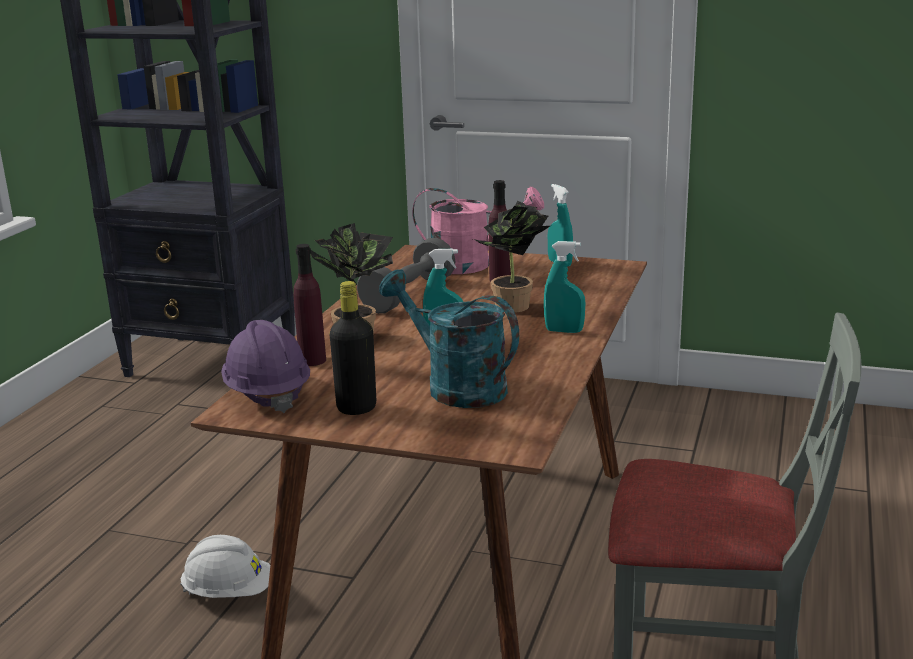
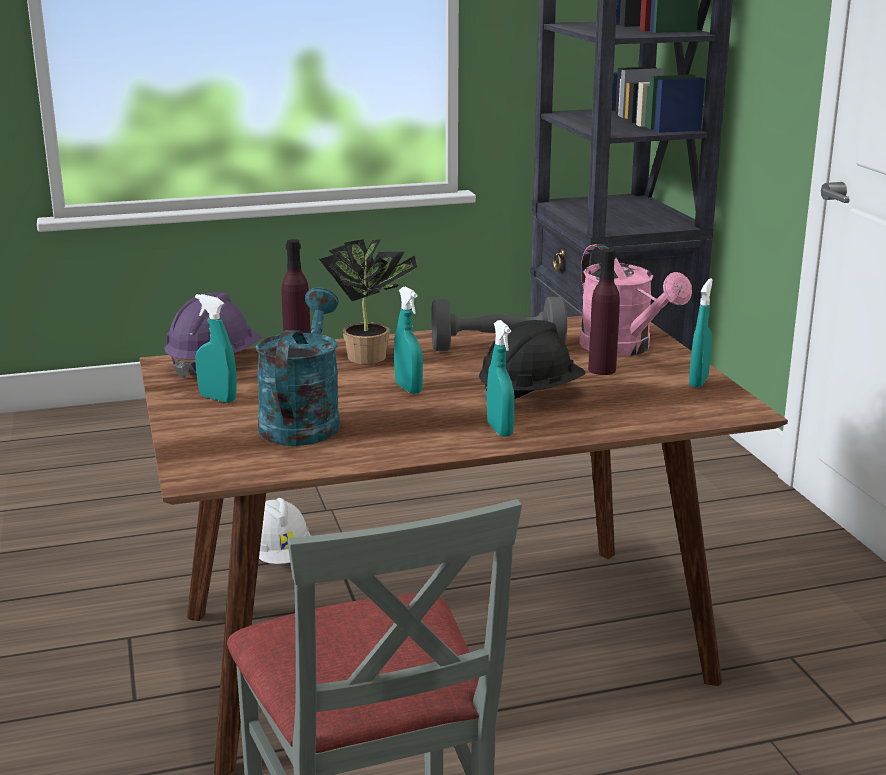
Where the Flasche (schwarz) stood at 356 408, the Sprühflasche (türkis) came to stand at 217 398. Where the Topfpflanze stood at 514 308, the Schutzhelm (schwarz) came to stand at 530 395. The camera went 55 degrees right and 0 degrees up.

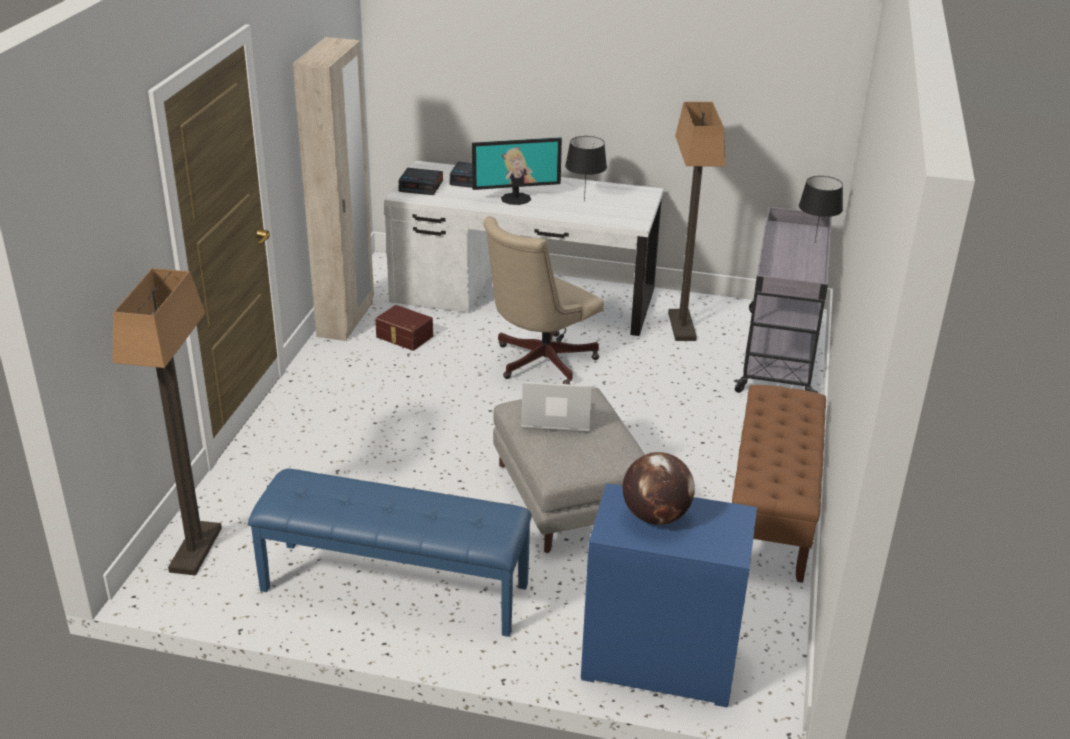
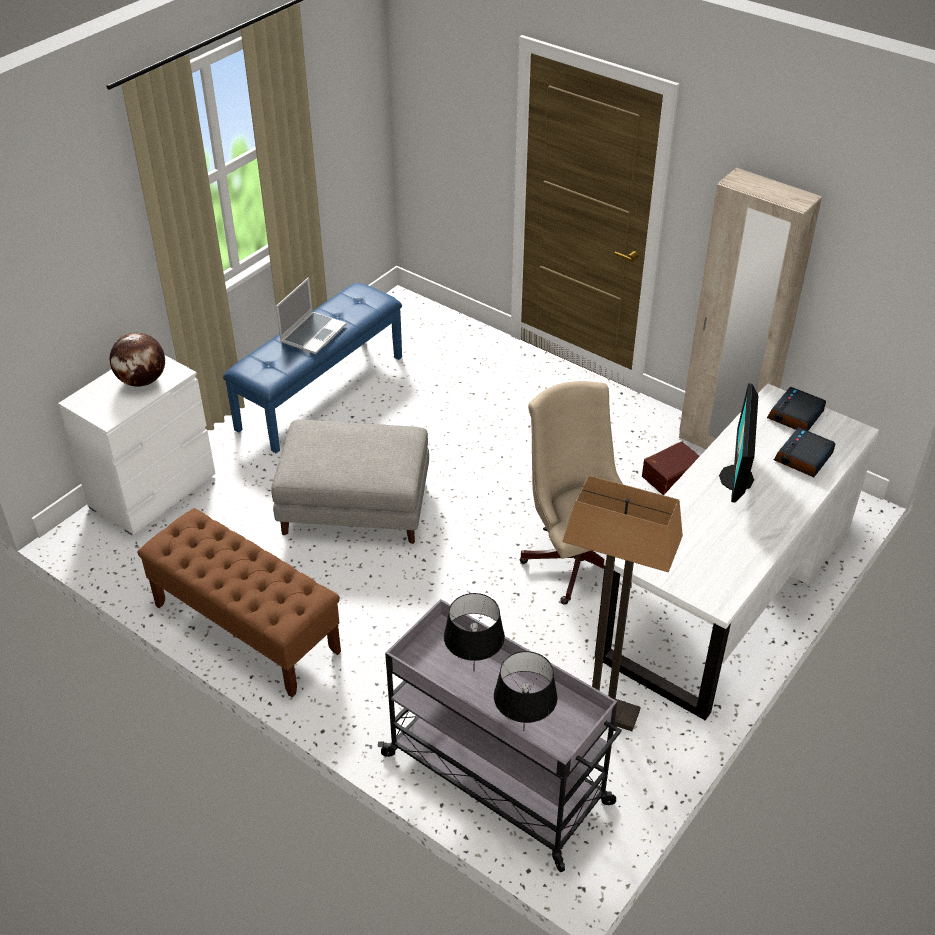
The second view lost the Stehlampe at 196 550. The Laptop ended up elsewhere, having gone from 555 417 to 313 333. The Tischlampe (schwarz) ended up elsewhere, having gone from 584 201 to 473 671. What was the Kommode (blau) at 658 661 turned into the Kommode (weiß) at 153 491. The camera went 115 degrees right and 10 degrees up.

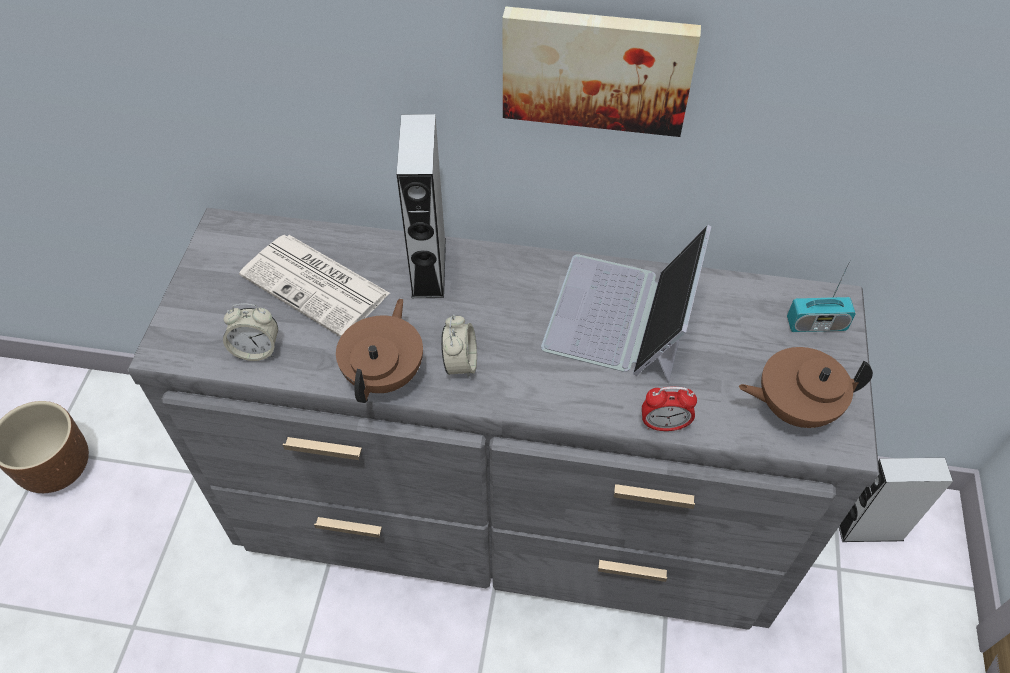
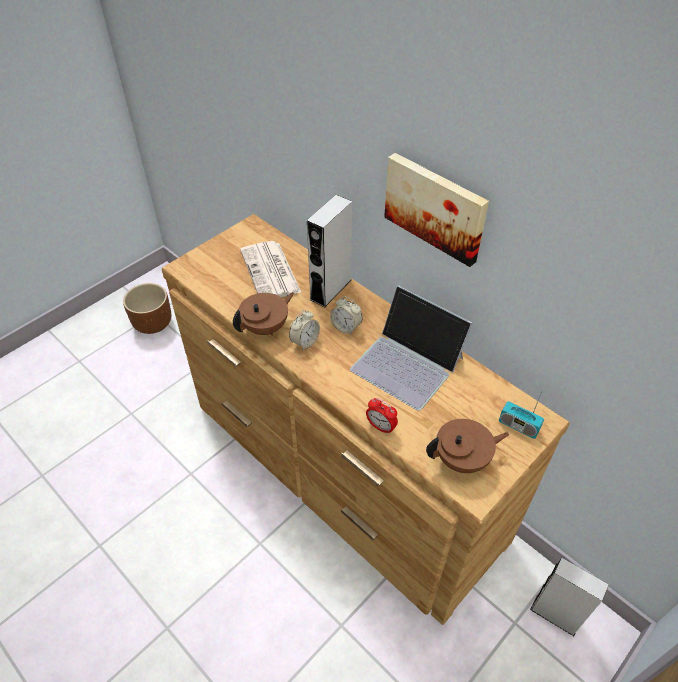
The Wecker ended up elsewhere, having gone from 257 349 to 346 327. What was the Kommode (grau) at 507 512 turned into the Kommode (braun) at 342 468. The Laptop at 622 317 ended up facing another way, 105 degrees counterclockwise from before. The Teekanne (braun) at 793 407 ended up facing another way, 135 degrees clockwise from before. The camera went 35 degrees right and 5 degrees down.

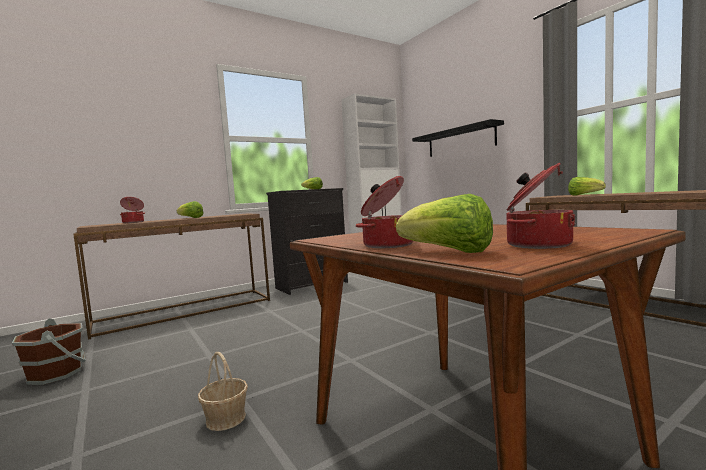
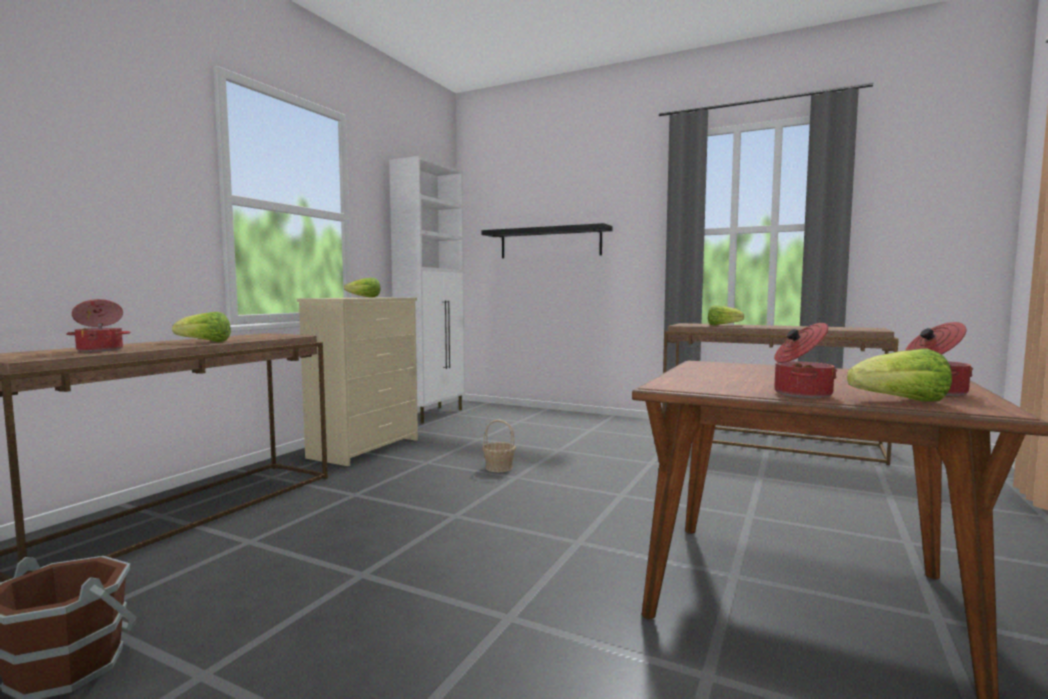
The Korb ended up elsewhere, having gone from 226 418 to 499 468. What was the Kommode (schwarz) at 312 285 turned into the Kommode (beige) at 366 448. The camera went 30 degrees left and 0 degrees up.

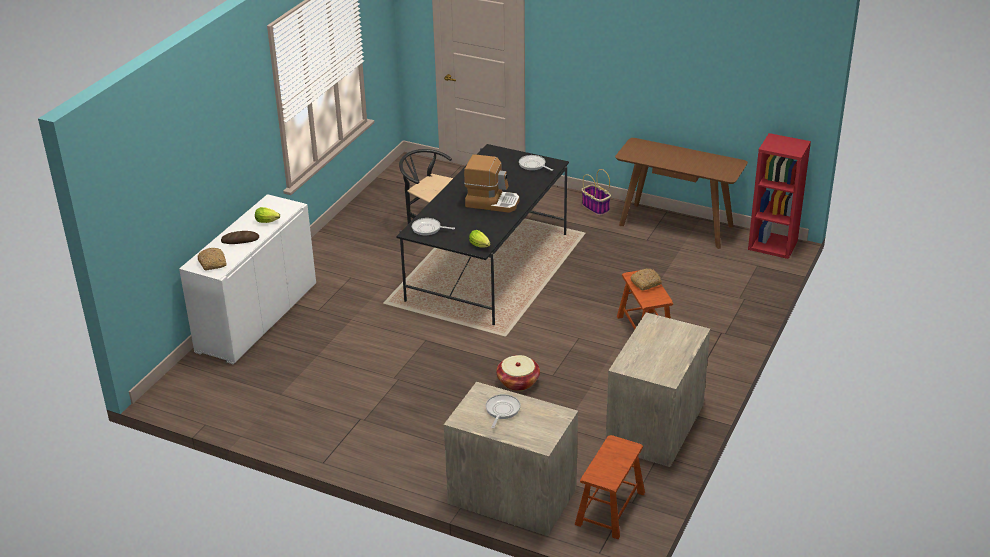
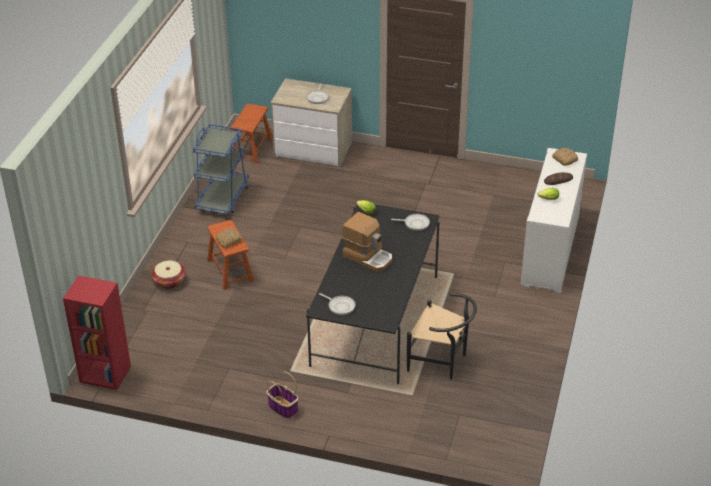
The second view lost the Konsolentisch (braun) at 676 225. The Korb ended up elsewhere, having gone from 518 382 to 169 281. Where the Kommode stood at 655 426, the Rollwagen (blau) came to stand at 223 198. The Kaffeemaschine at 492 202 ended up facing another way, 150 degrees counterclockwise from before. The camera went 170 degrees right and 5 degrees up.

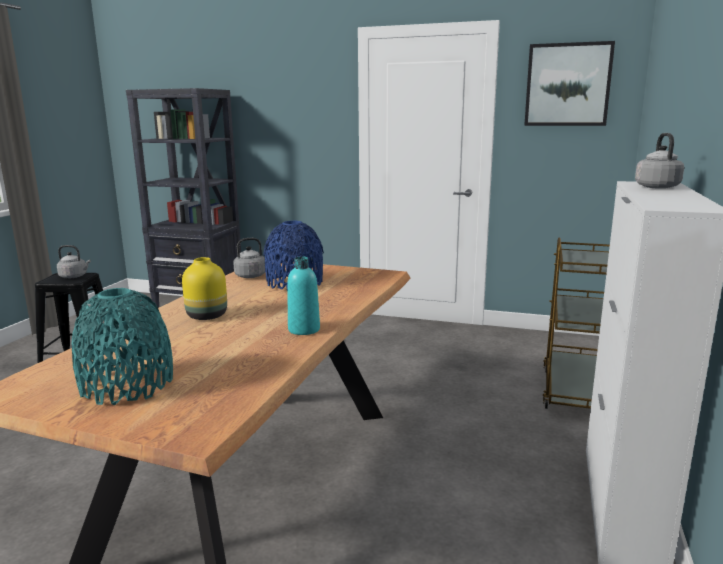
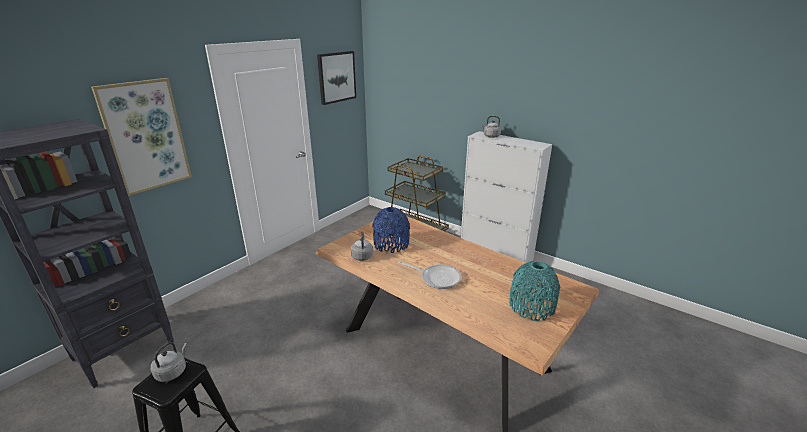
The second view lost the Flasche (türkis) at 304 329. The second view gained the Bild at 145 136. Where the Vase (gelb) stood at 208 315, the Pfanne came to stand at 437 278. The camera went 70 degrees left and 10 degrees up.

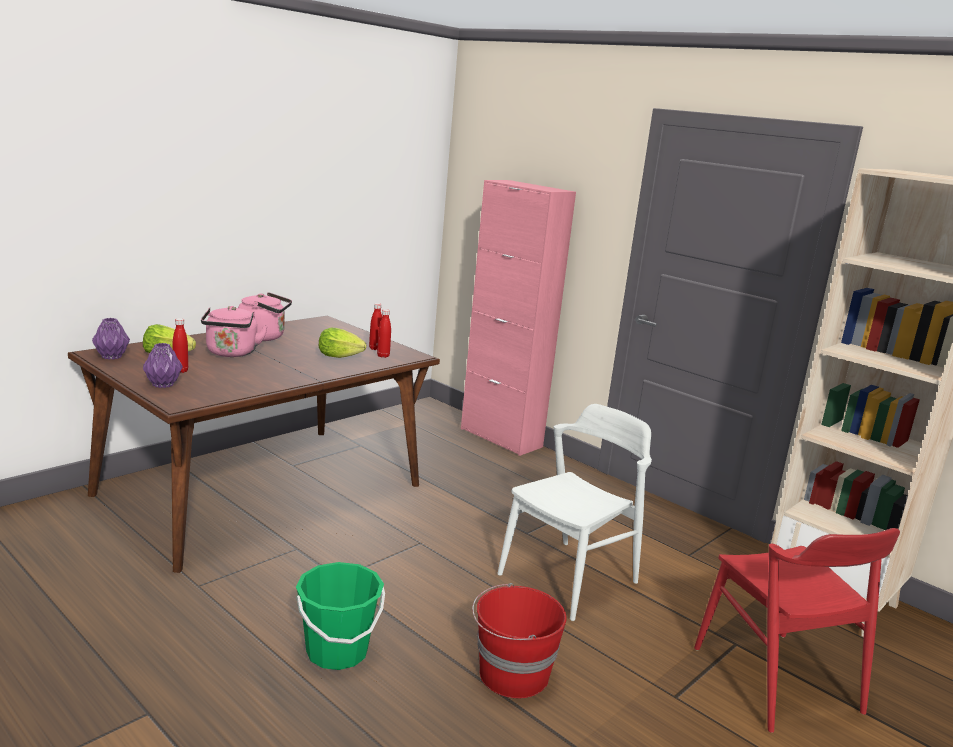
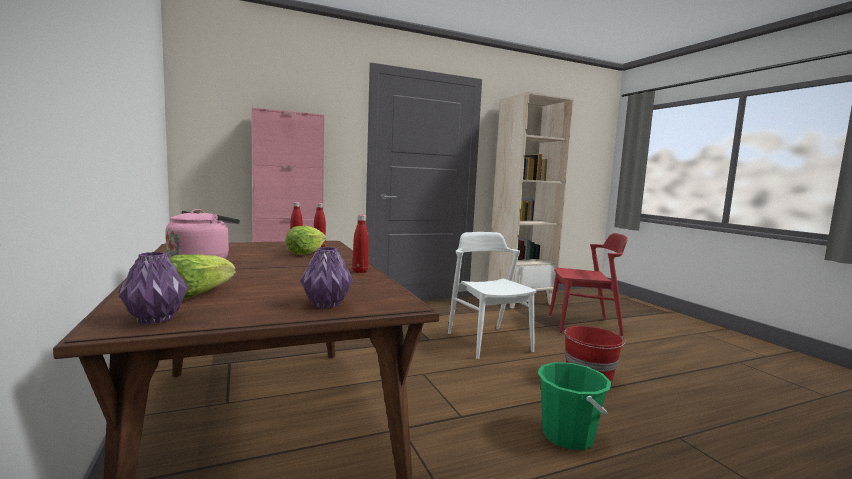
The second view lost the Wasserkessel (rosa) at 231 353. The Flasche (rot) ended up elsewhere, having gone from 180 371 to 360 271. The camera went 65 degrees left and 10 degrees down.

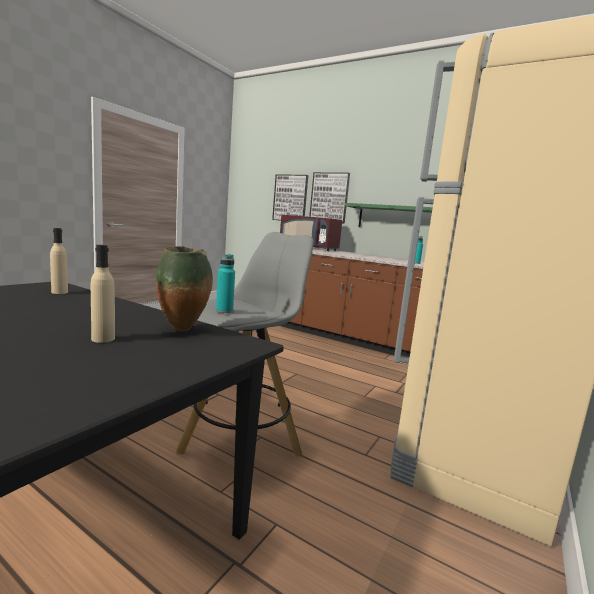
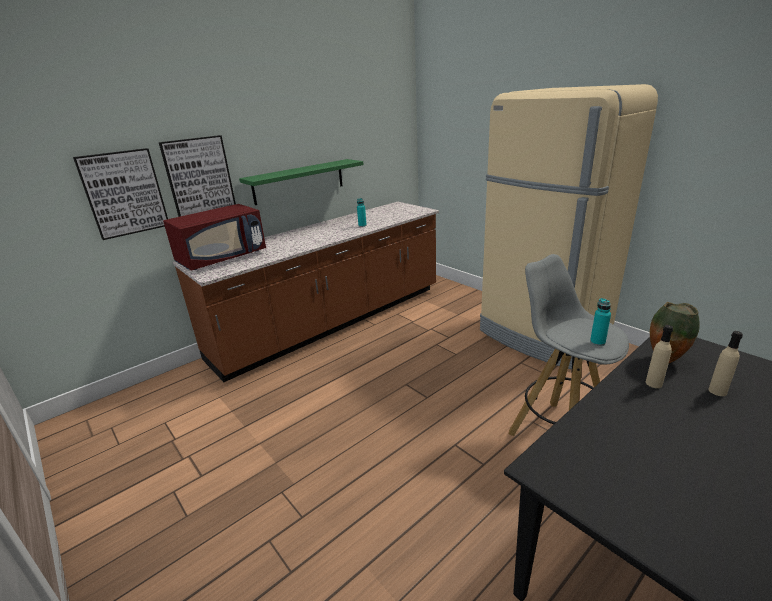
The Flasche (beige) ended up elsewhere, having gone from 59 292 to 653 383. The camera went 70 degrees left and 15 degrees up.

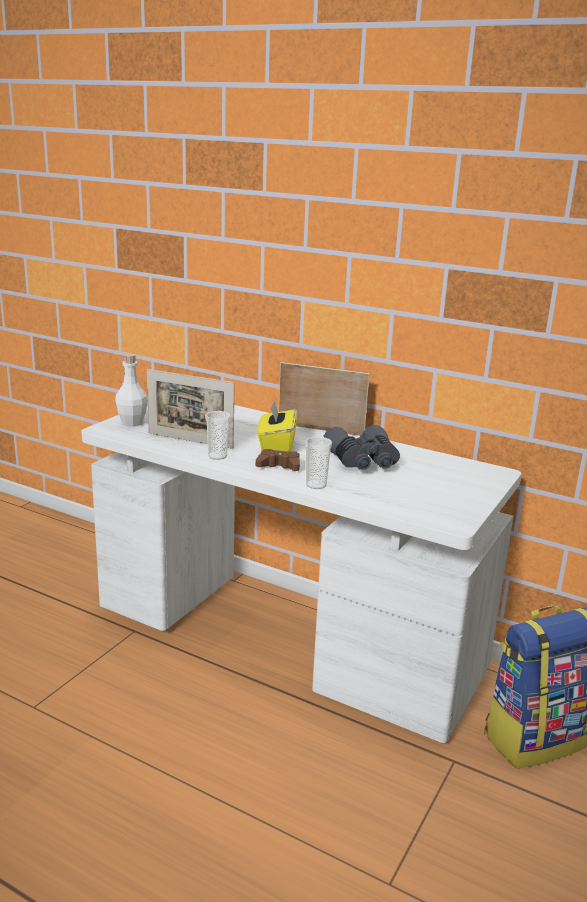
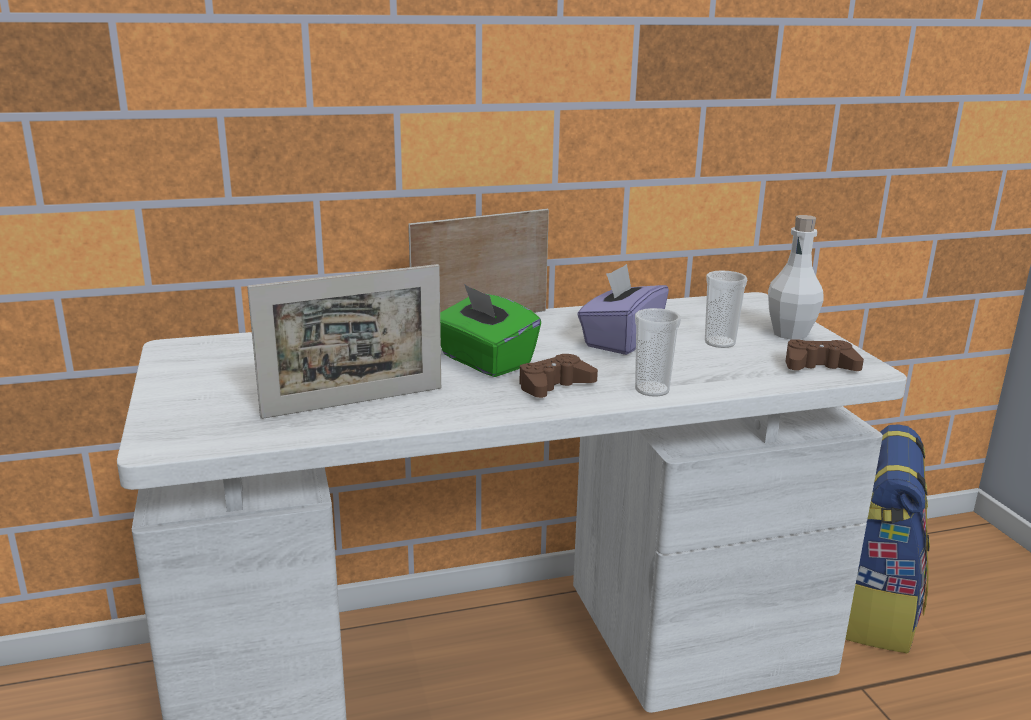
The second view gained the Gamepad (braun) at 819 366. The Flasche (weiß) ended up elsewhere, having gone from 132 423 to 790 333. The Tasse ended up elsewhere, having gone from 217 456 to 719 343. Where the Fernglas (grau) stood at 363 461, the Taschentuchbox (lila) came to stand at 621 340. What was the Taschentuchbox (gelb) at 276 446 turned into the Taschentuchbox (grün) at 484 361. The camera went 45 degrees left and 0 degrees up.

